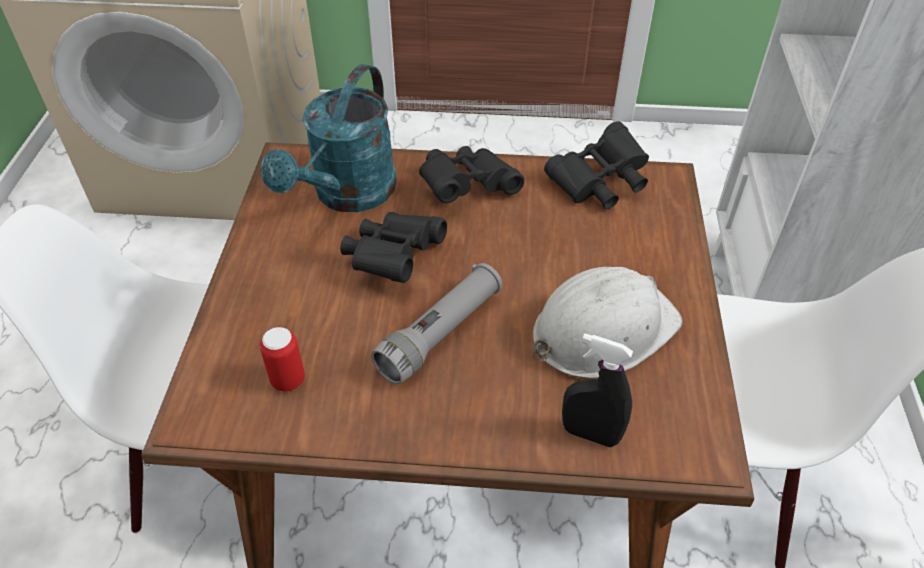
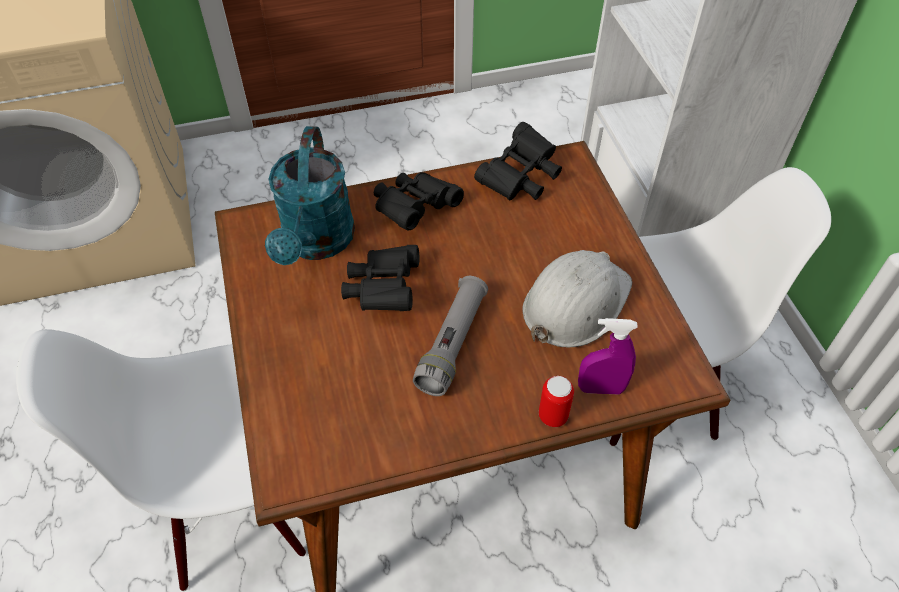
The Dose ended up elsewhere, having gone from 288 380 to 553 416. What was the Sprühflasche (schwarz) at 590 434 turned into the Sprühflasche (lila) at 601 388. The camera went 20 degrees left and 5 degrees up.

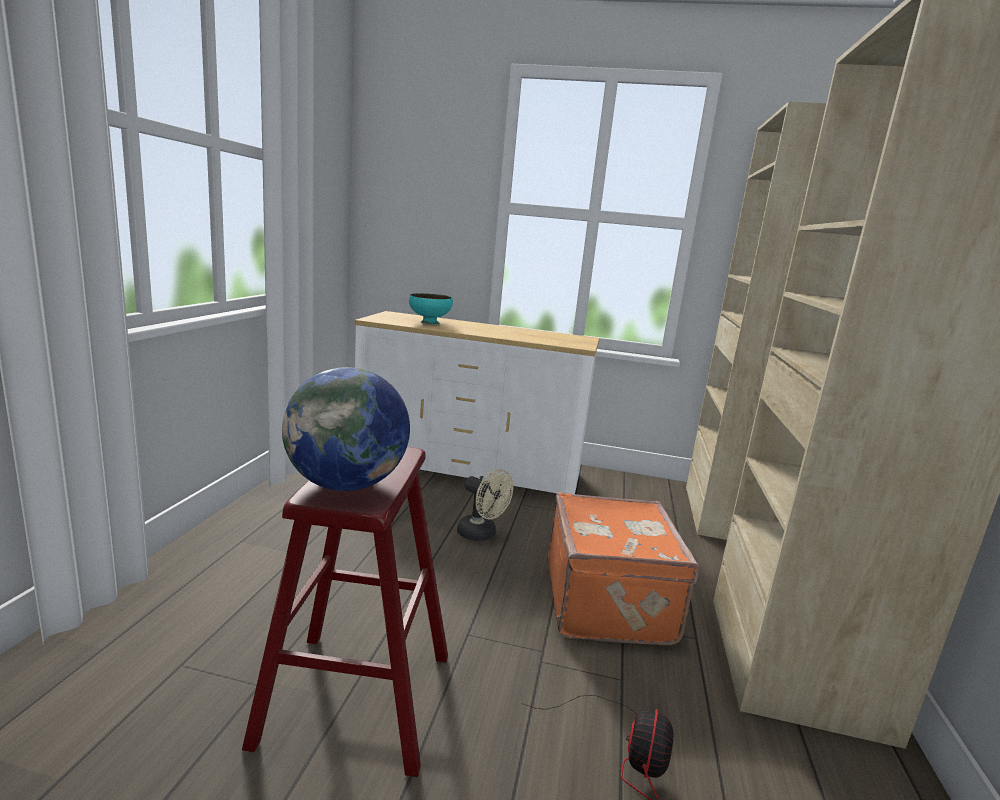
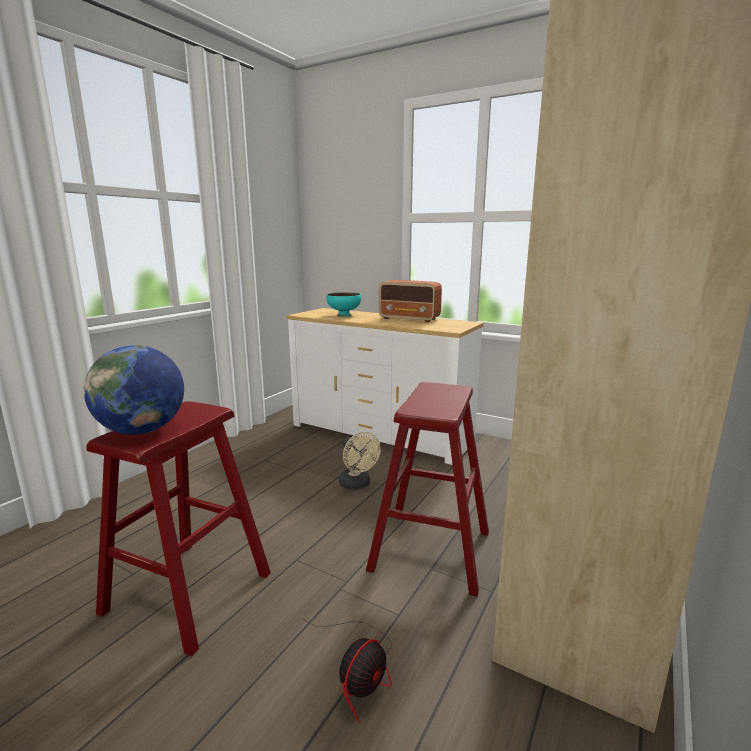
The second view gained the Radio at 410 319. Where the Koffer (orange) stood at 610 602, the Hocker (rot) came to stand at 431 550. The camera went 20 degrees right and 0 degrees up.

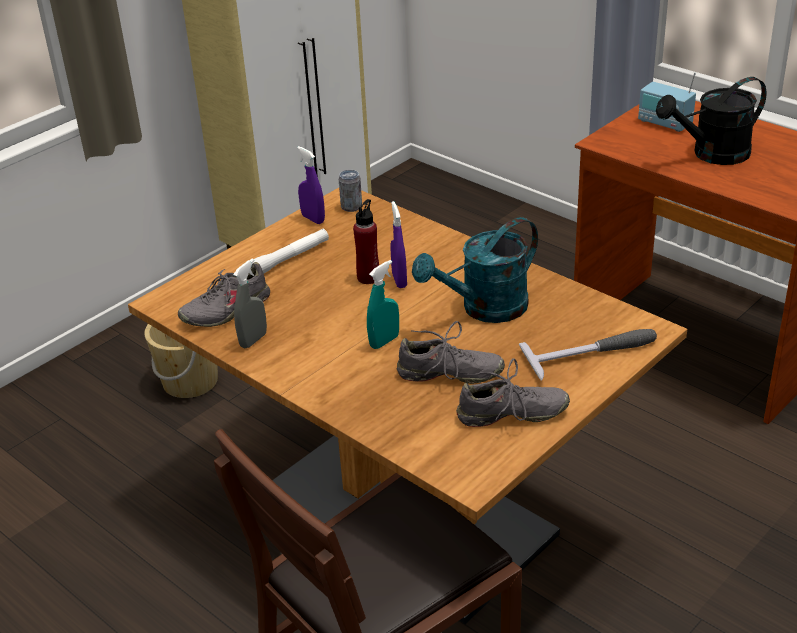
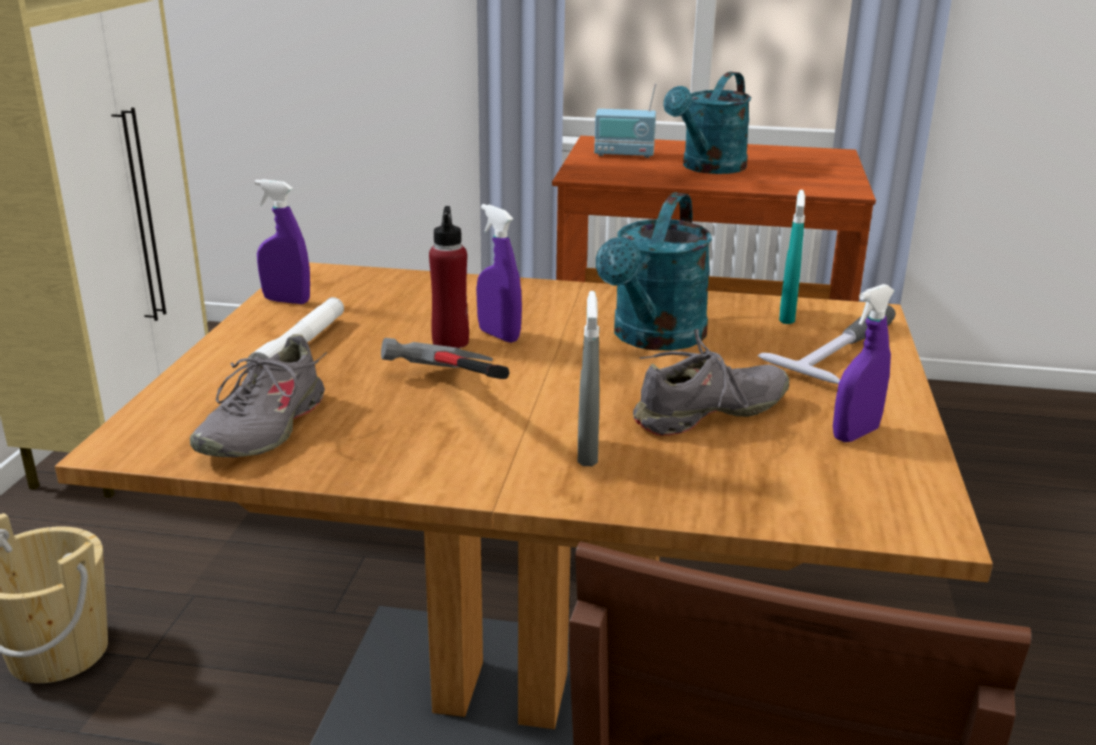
The second view lost the Dose at 351 207. The second view gained the Hammer at 450 402. The Sprühflasche (grau) ended up elsewhere, having gone from 253 340 to 587 453. The Sprühflasche (türkis) ended up elsewhere, having gone from 384 341 to 787 316. Where the Schuh (grau) stood at 512 415, the Sprühflasche (lila) came to stand at 855 434. What was the Gießkanne (schwarz) at 712 155 turned into the Gießkanne (türkis) at 708 168. The camera went 35 degrees left and 10 degrees down.

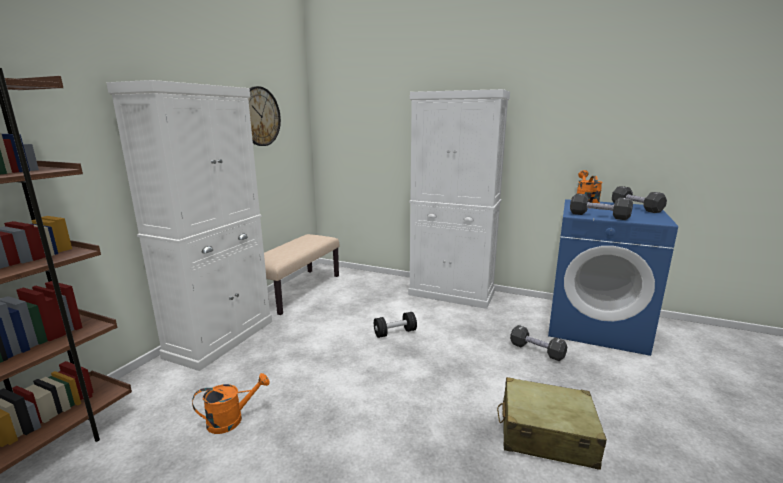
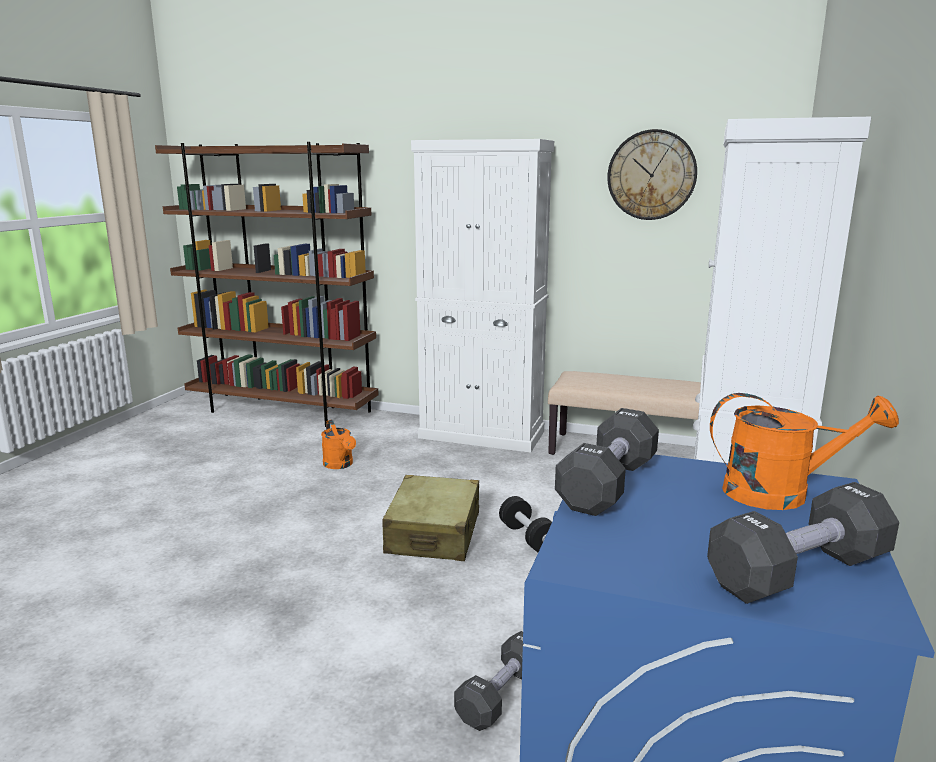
The Koffer (beige) ended up elsewhere, having gone from 546 434 to 434 533. The camera went 85 degrees right and 0 degrees up.

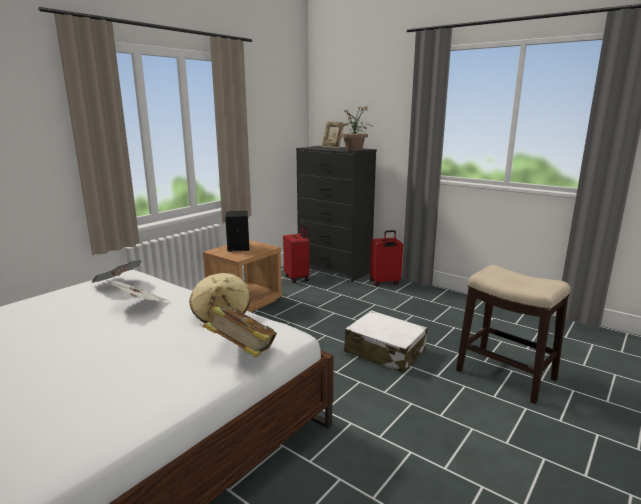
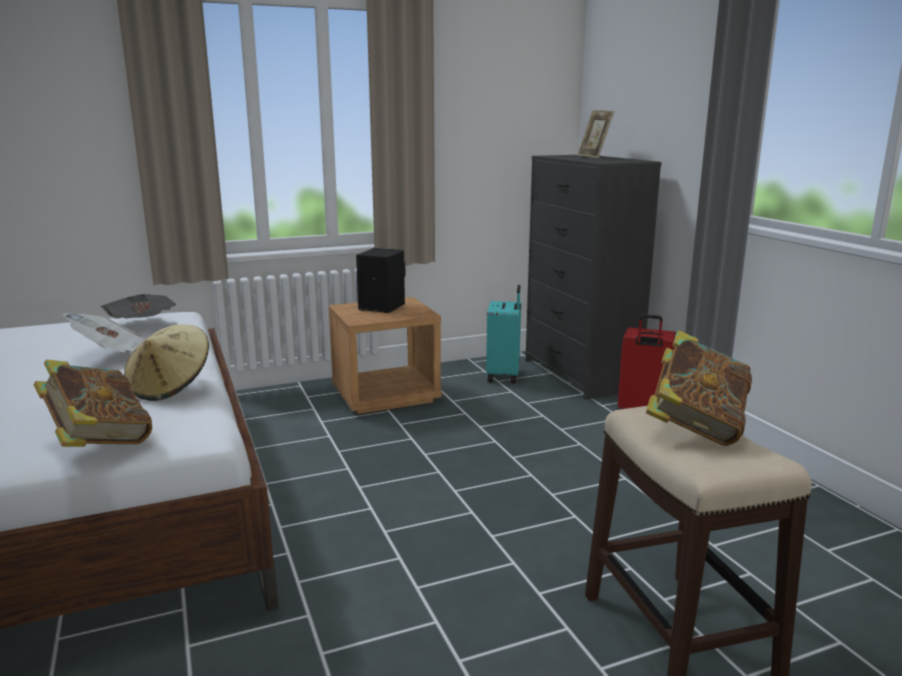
The second view lost the Topfpflanze at 354 150. The second view lost the Koffer (weiß) at 384 351. The second view gained the Buch at 695 427. What was the Koffer (rot) at 297 278 turned into the Koffer (türkis) at 504 376. The camera went 30 degrees right and 0 degrees up.

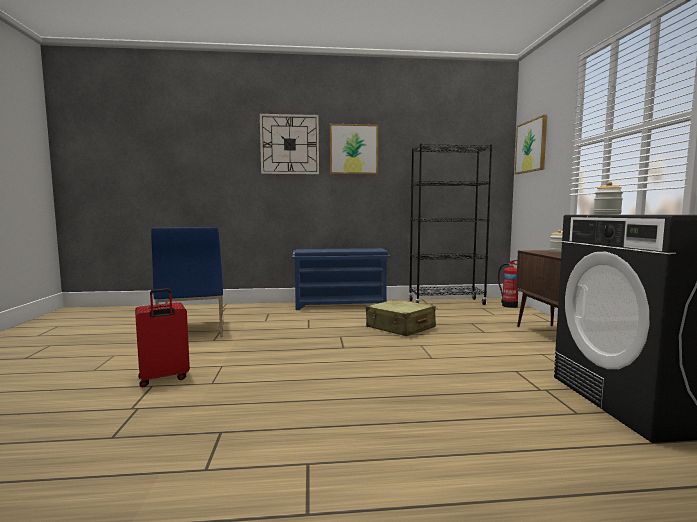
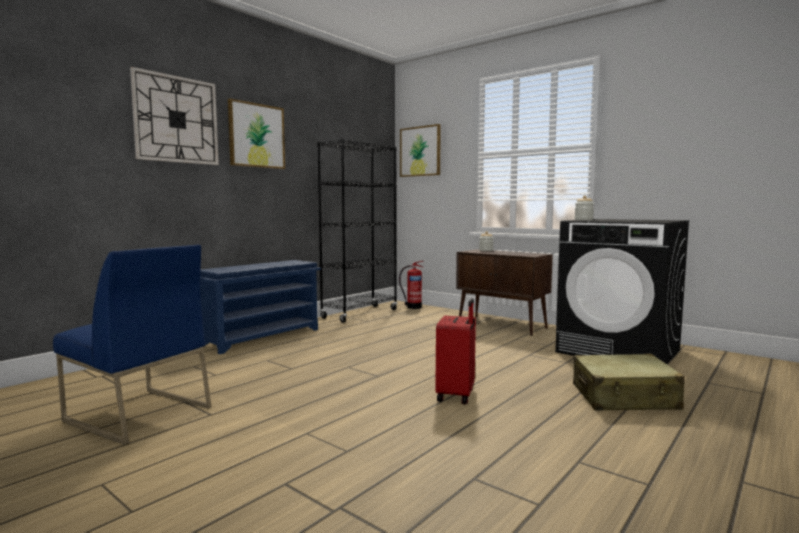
The Koffer (rot) ended up elsewhere, having gone from 163 379 to 457 395. The Koffer (beige) ended up elsewhere, having gone from 400 327 to 624 397. The camera went 45 degrees left and 0 degrees up.

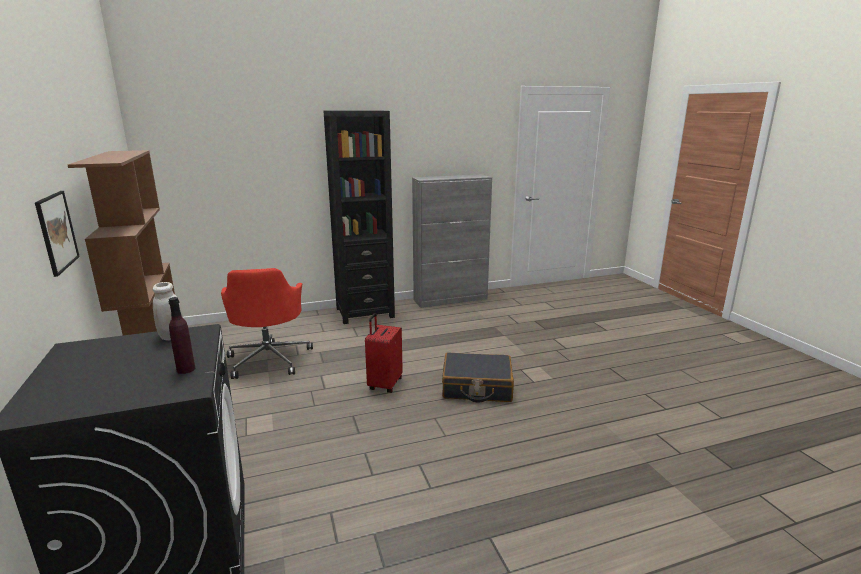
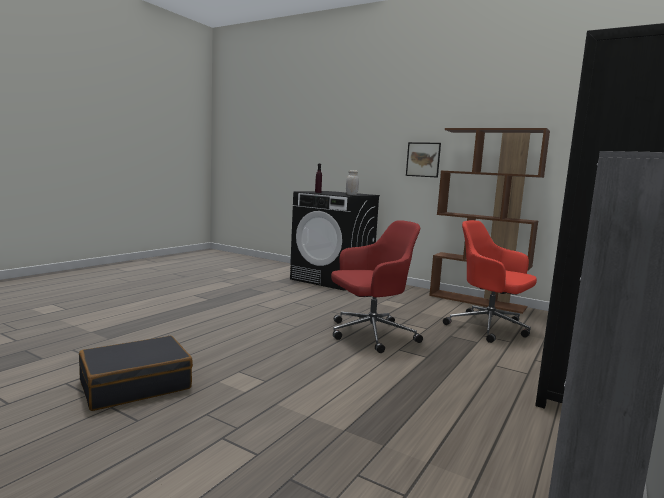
The Koffer (schwarz) ended up elsewhere, having gone from 477 387 to 135 385. Where the Koffer (rot) stood at 384 384, the Bürostuhl (rot) came to stand at 370 334. The camera went 140 degrees right and 10 degrees down.

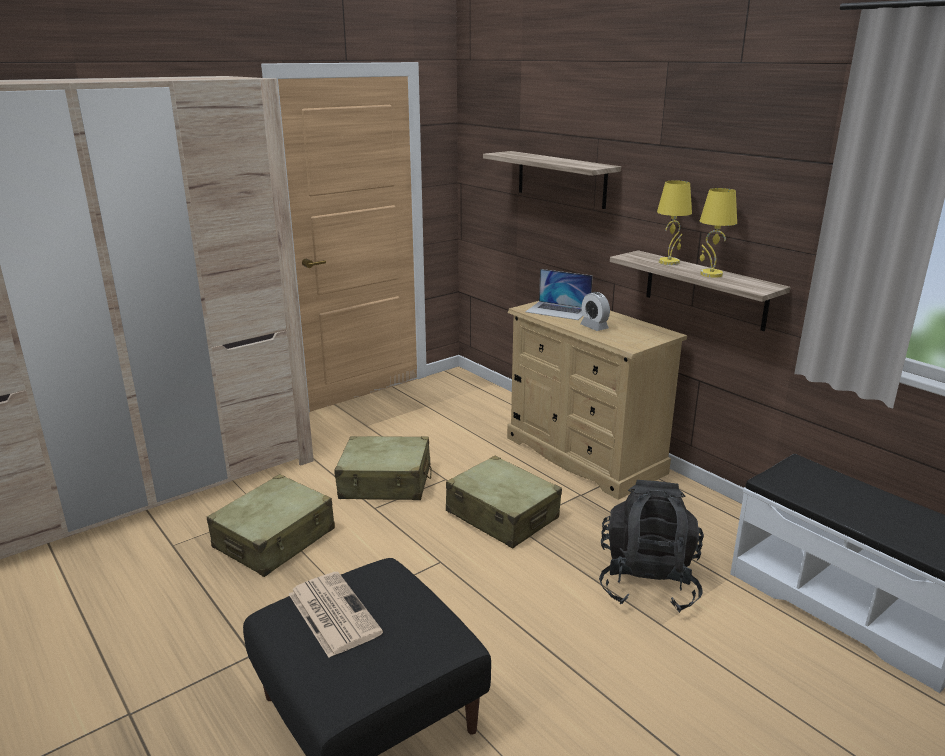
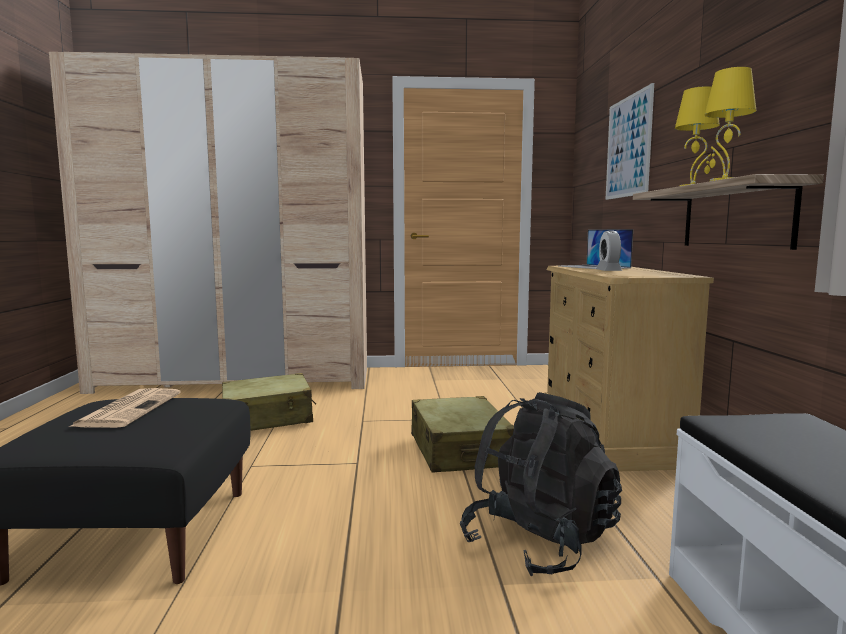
The second view lost the Koffer (beige) at 385 482. Where the Wandregal hung at 561 179, the Bild came to hang at 628 147. The camera went 35 degrees right and 15 degrees down.

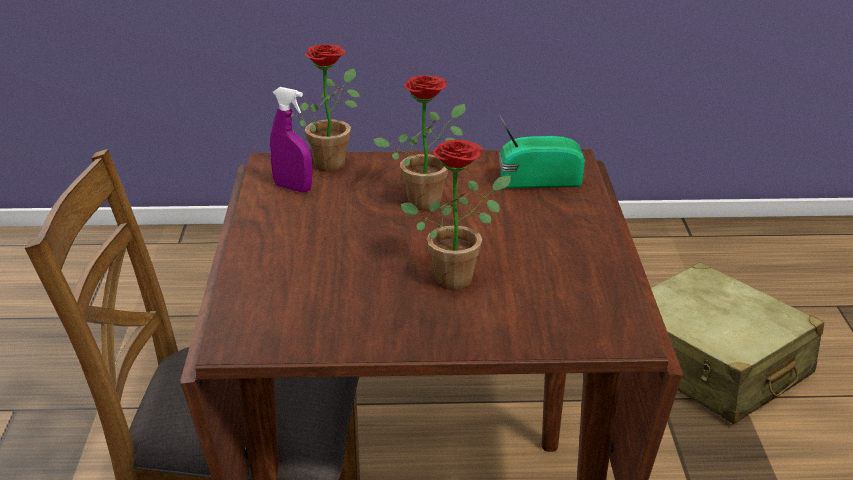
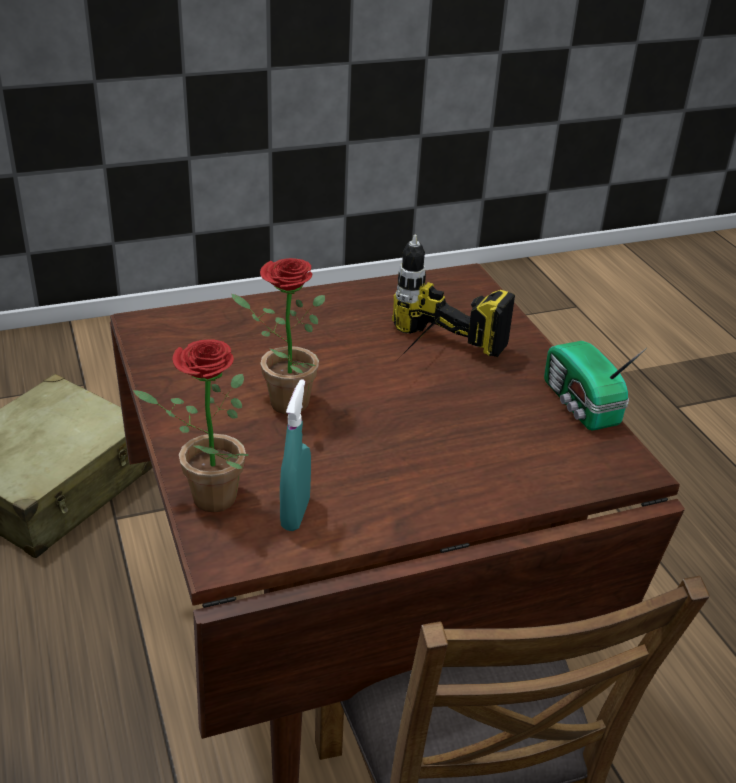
The Radio ended up elsewhere, having gone from 537 180 to 580 405. Where the Topfpflanze stood at 459 276, the Bohrmaschine came to stand at 428 360. What was the Sprühflasche (lila) at 293 188 turned into the Sprühflasche (türkis) at 295 514. The camera went 110 degrees left and 5 degrees up.

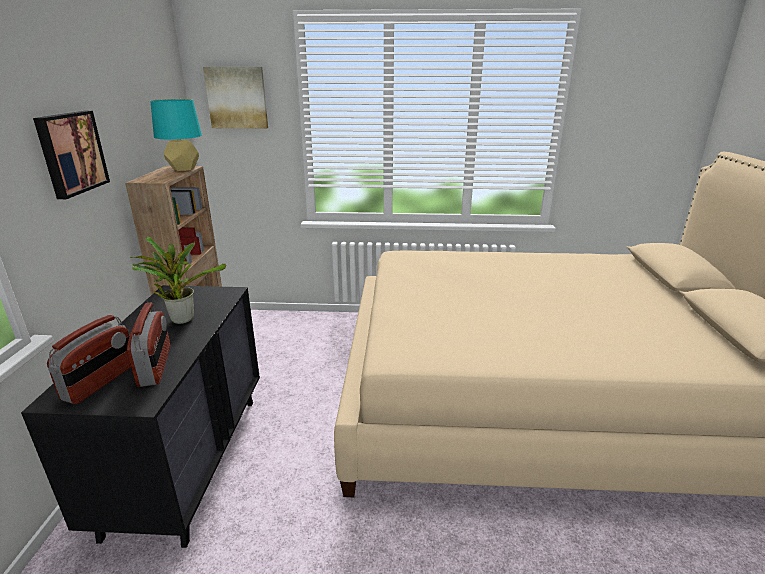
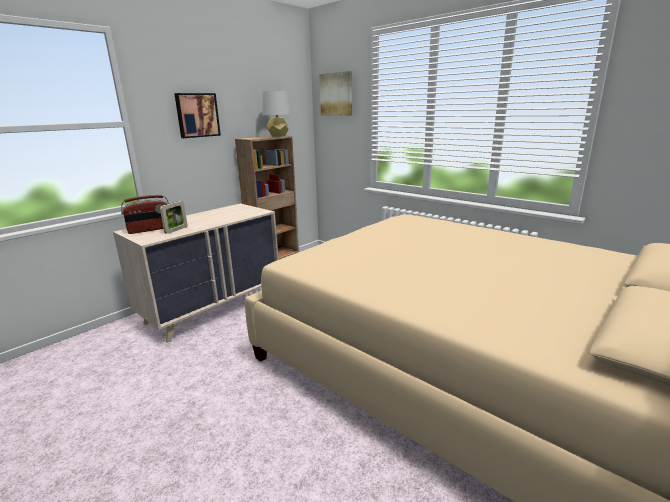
The second view lost the Topfpflanze at 181 318. Where the Radio stood at 156 366, the Bilderrahmen came to stand at 176 230. What was the Kommode (schwarz) at 188 459 turned into the Kommode (beige) at 213 308. What was the Tischlampe (türkis) at 184 169 turned into the Tischlampe (grau) at 278 136. The camera went 40 degrees right and 5 degrees down.

